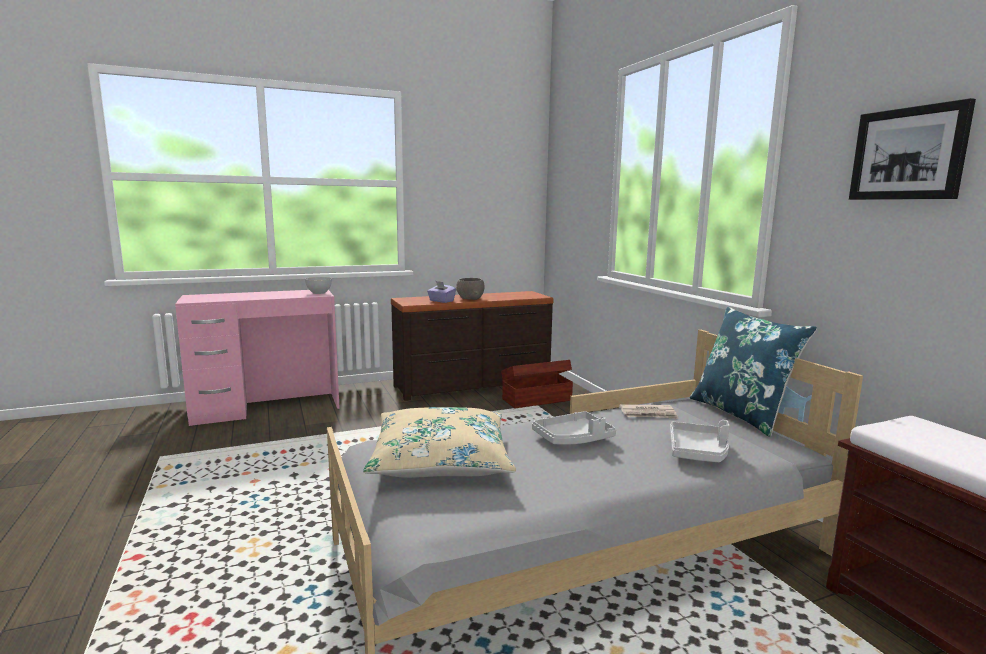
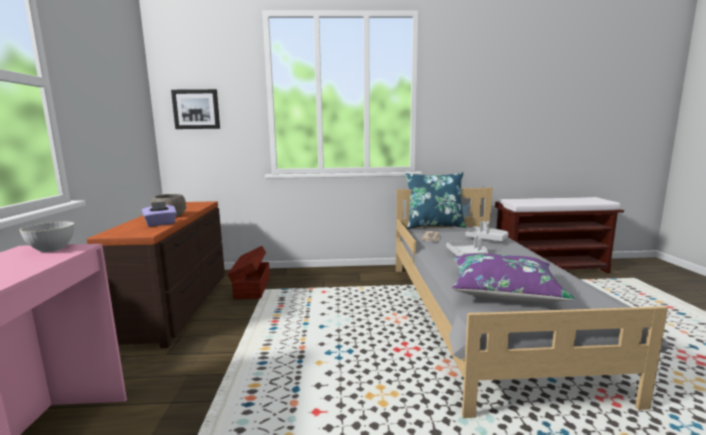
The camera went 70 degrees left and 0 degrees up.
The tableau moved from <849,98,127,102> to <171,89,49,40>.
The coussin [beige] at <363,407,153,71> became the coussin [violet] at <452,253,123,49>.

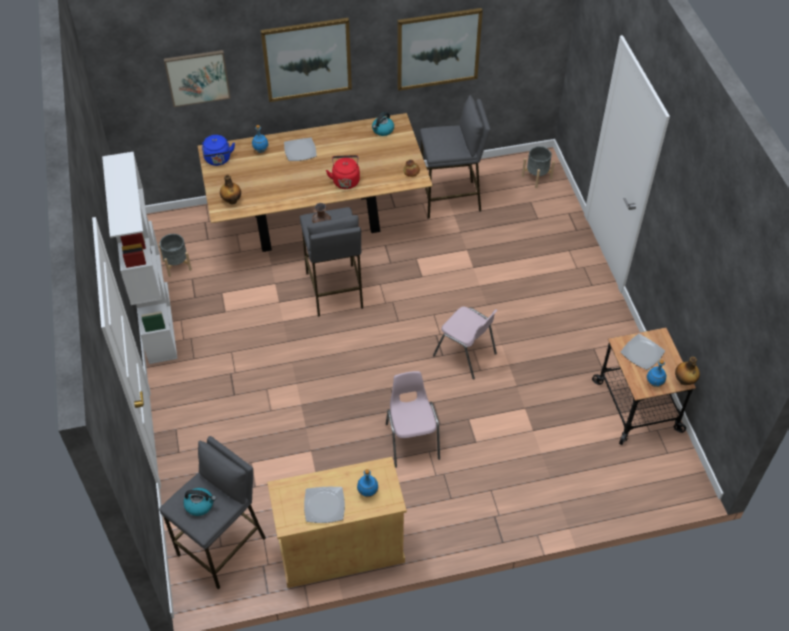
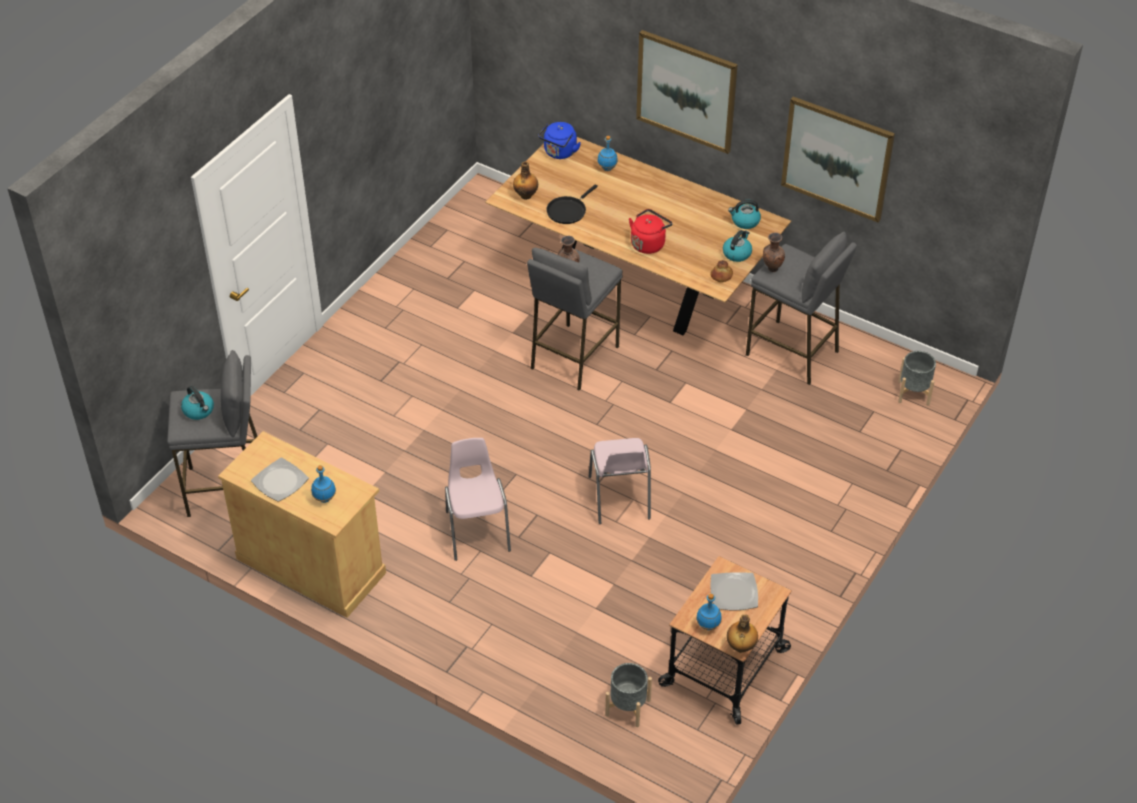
The camera went 45 degrees right and 5 degrees down.
The tableau at <164,50,67,57> disappeared.
The assiette at <284,138,33,23> disappeared.
The bibliothèque [blanc] at <102,152,76,212> disappeared.
The cache-pot [gris] moved from <159,234,33,43> to <605,663,47,64>.
The chaise [rose] at <386,371,54,97> turned 45 degrees counterclockwise.
The poêle [noir] at <546,184,52,40> appeared.
The bouilloire at <723,230,29,32> appeared.
The vase [marron] at <763,232,22,40> appeared.

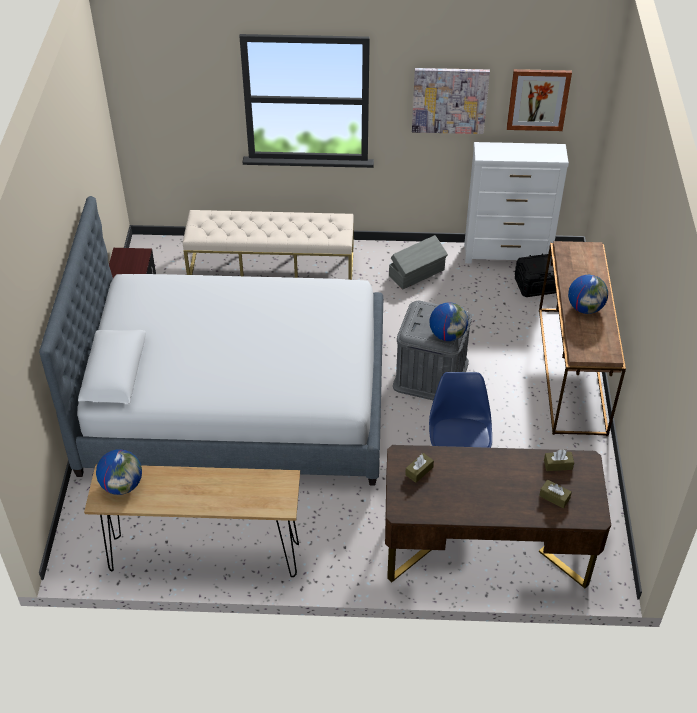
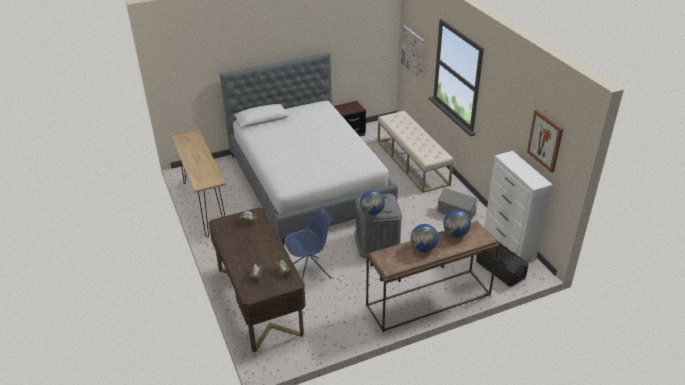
The camera went 65 degrees right and 10 degrees down.
The tableau moved from <412,68,78,66> to <401,25,23,54>.
The globe moved from <96,449,46,46> to <443,210,28,27>.

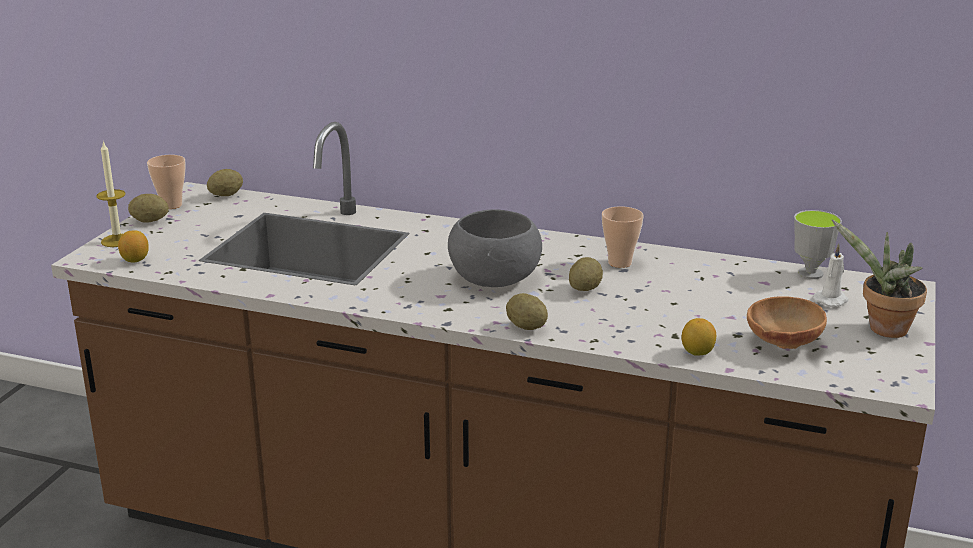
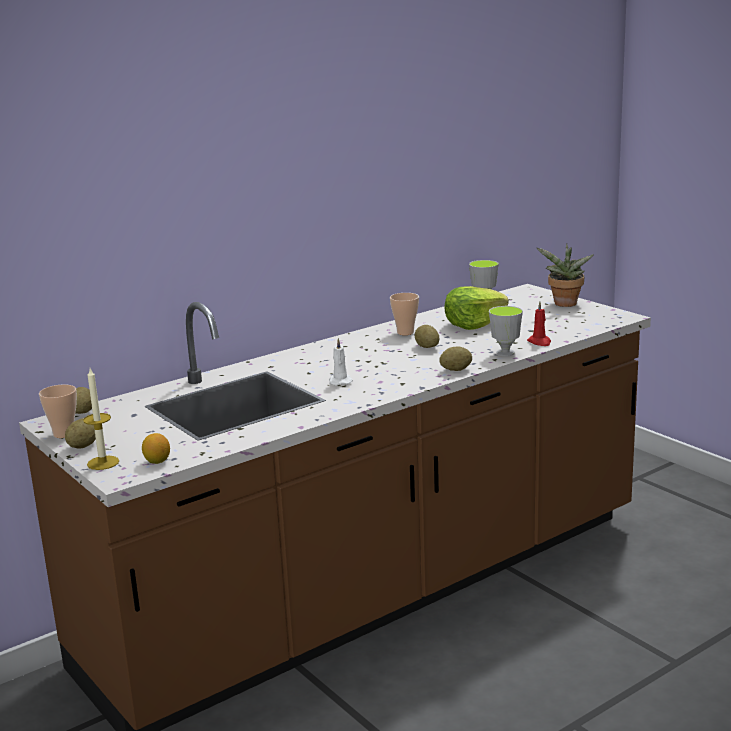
The camera went 55 degrees left and 5 degrees down.
The bol [gris] at <448,209,94,78> disappeared.
The bougie [blanc] moved from <813,244,35,63> to <329,338,24,48>.
The bol [marron] at <747,296,80,53> disappeared.
The citron at <682,318,34,38> was replaced by the bougie [rouge] at <527,302,24,44>.
The laitue at <444,286,65,44> appeared.
The tasse at <489,306,34,50> appeared.

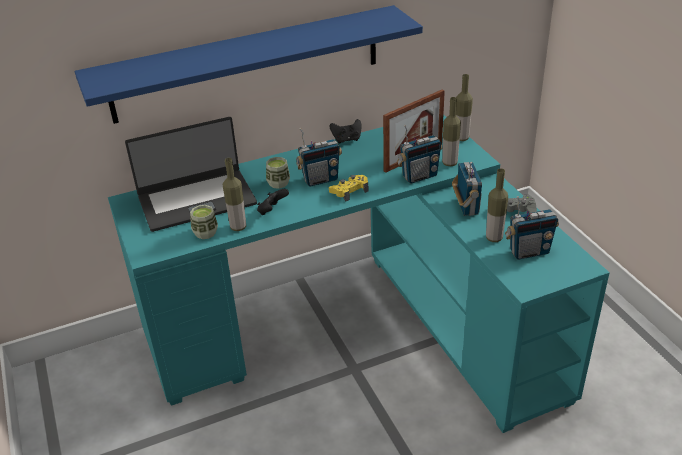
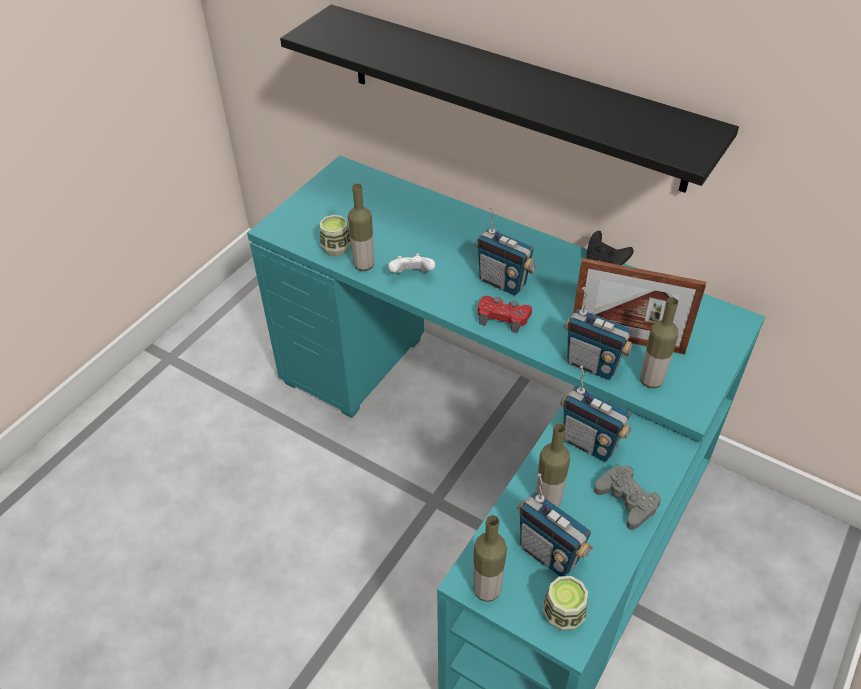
The camera went 55 degrees right and 10 degrees up.
The étagère [bleu] at <74,5,349,119> became the étagère [noir] at <280,4,459,189>.
The bouteille moved from <456,74,17,67> to <473,515,34,87>.
The ordinateur portable at <125,117,132,115> disappeared.
The tasse moved from <266,157,24,32> to <542,576,46,54>.
The radio at <452,162,30,54> turned 75 degrees clockwise.
The manette [jaune] at <329,175,40,26> became the manette [rouge] at <478,296,54,37>.
The manette [noir] at <257,189,32,26> became the manette [blanc] at <388,254,47,19>.

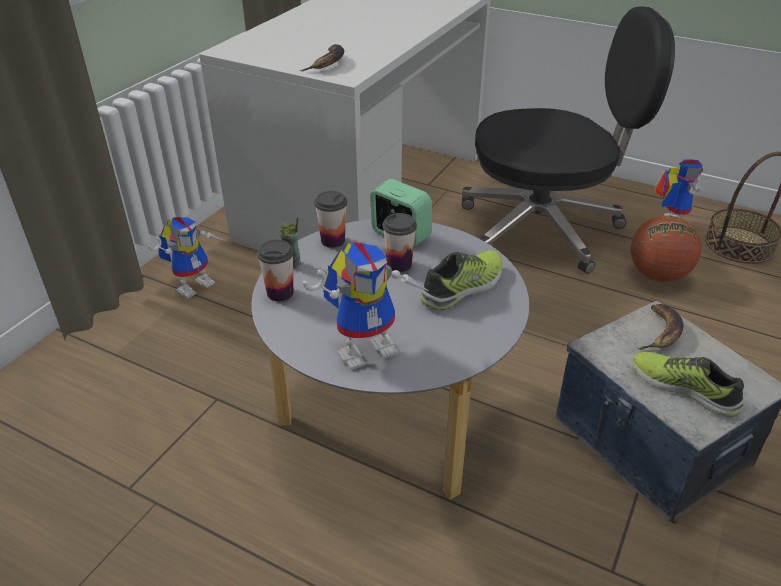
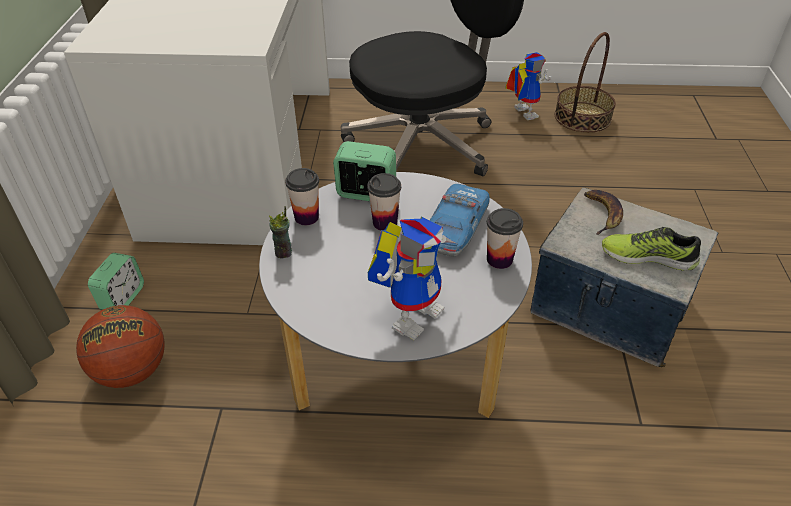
The camera went 25 degrees left and 5 degrees up.
The banane at <300,44,45,28> disappeared.
The ballon de basket moved from <630,215,71,67> to <76,305,89,83>.
The robot jouet at <148,216,76,82> was replaced by the réveil at <88,253,56,57>.
The tasse moved from <257,239,37,62> to <487,208,36,61>.
The chaussure at <421,250,81,60> was replaced by the petite voiture at <430,184,60,72>.

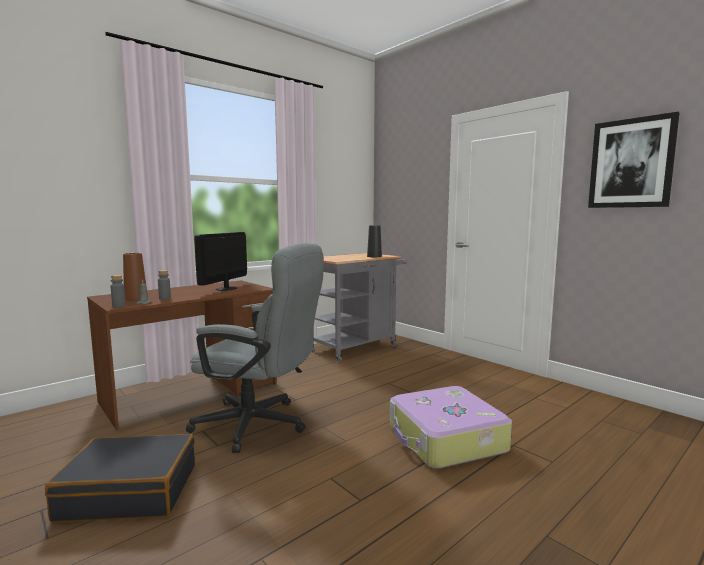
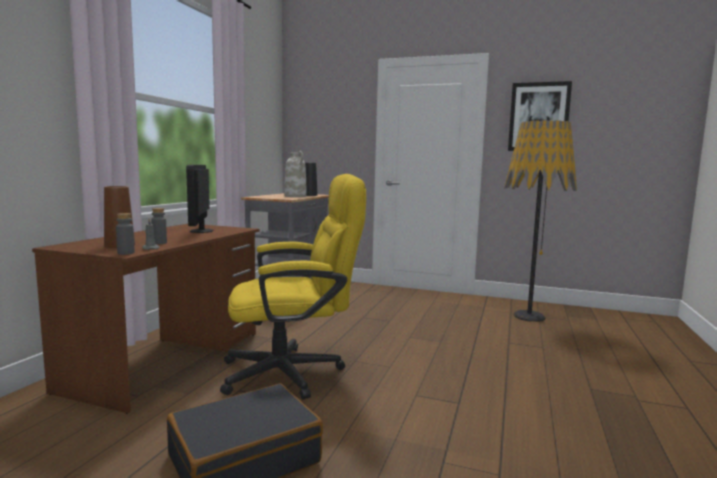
The camera went 30 degrees left and 0 degrees up.
The chaise de bureau [gris] at <186,243,137,210> became the chaise de bureau [jaune] at <220,174,146,226>.
The valise at <390,386,122,83> disappeared.
The lampadaire at <504,120,73,202> appeared.
The vase [blanc] at <284,151,22,46> appeared.

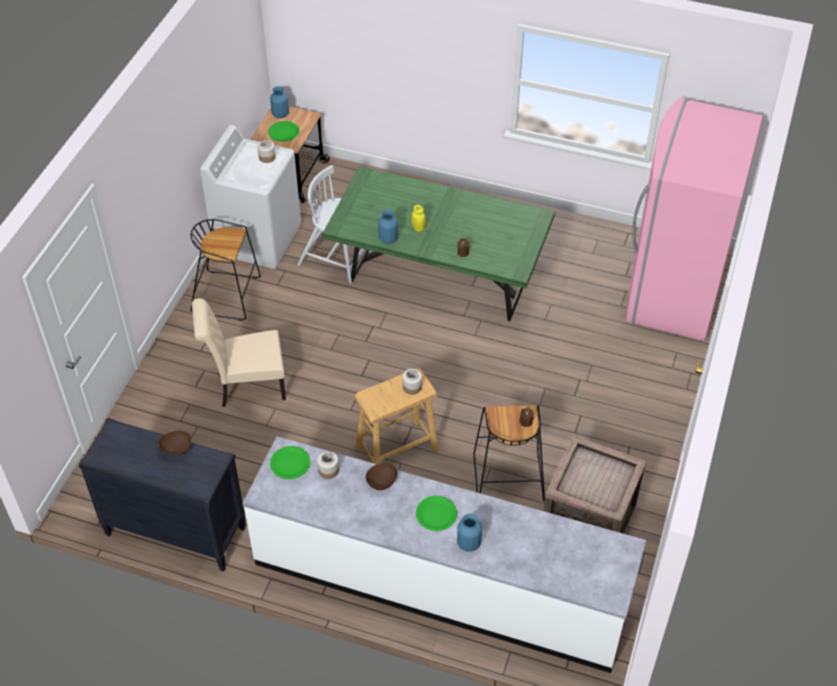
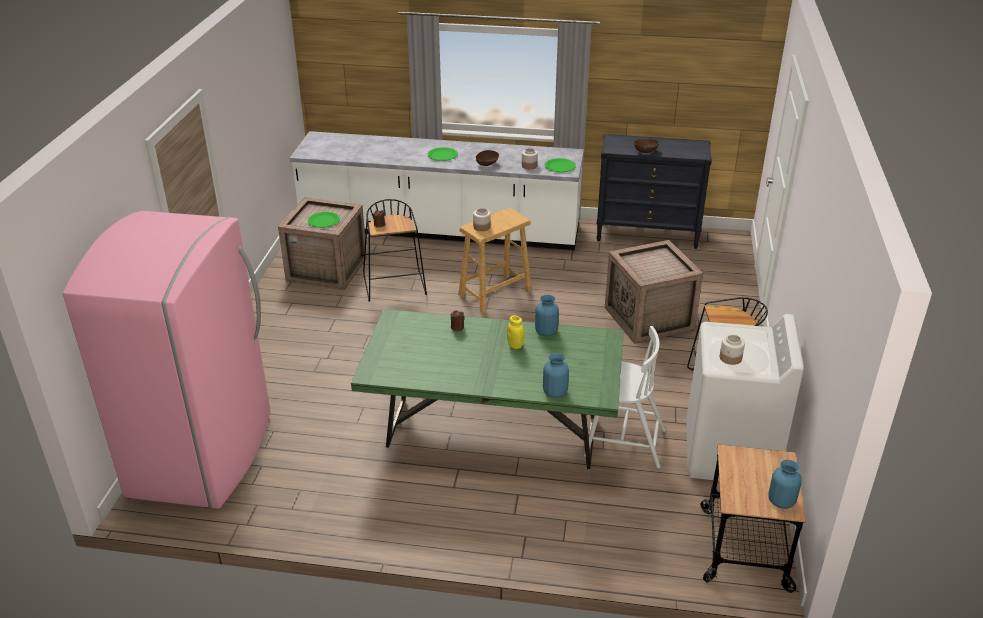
The camera went 170 degrees right and 15 degrees down.
The assiette [vert] moved from <268,121,31,21> to <308,212,32,16>.
The chaise [beige] at <192,298,94,109> was replaced by the caisse at <605,240,98,104>.
The vase [bleu] moved from <457,513,25,39> to <543,353,26,45>.

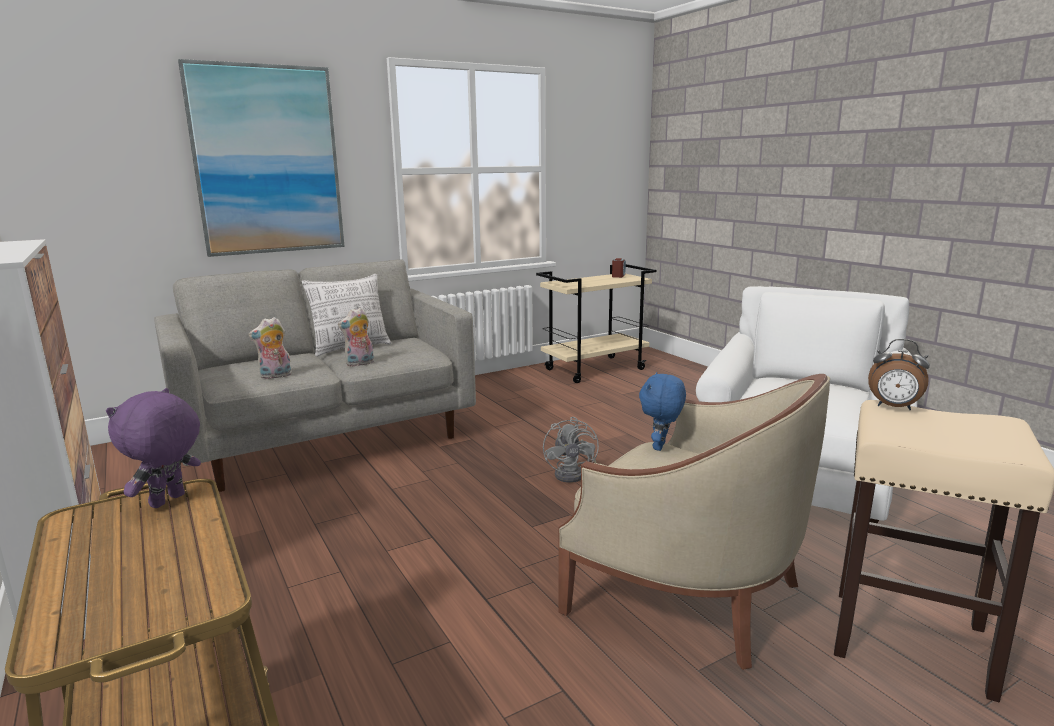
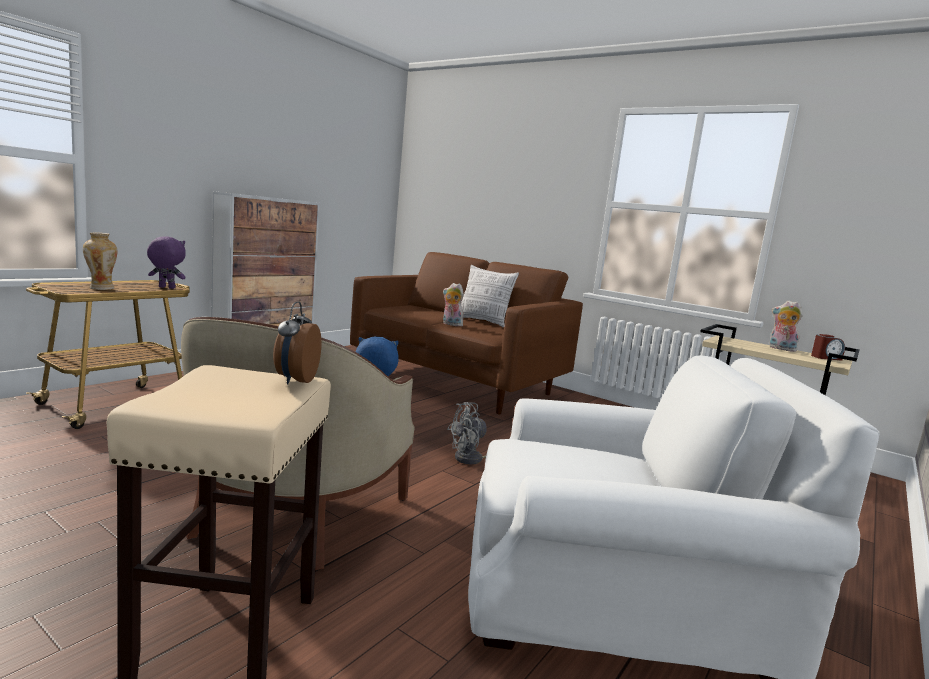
The camera went 65 degrees right and 5 degrees down.
The tableau at <178,59,167,198> disappeared.
The canapé [gris] at <154,259,322,233> became the canapé [marron] at <350,252,233,162>.
The peluche moved from <248,317,44,62> to <769,301,34,51>.
The vase at <83,233,34,57> appeared.

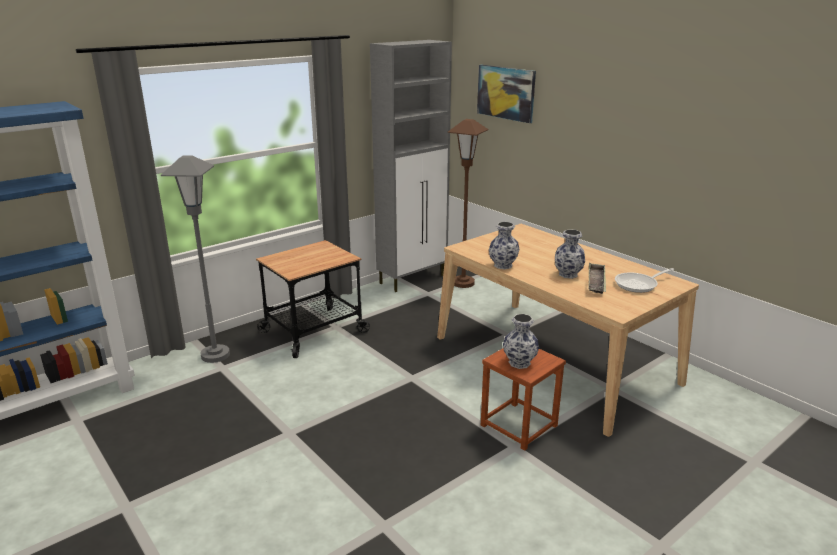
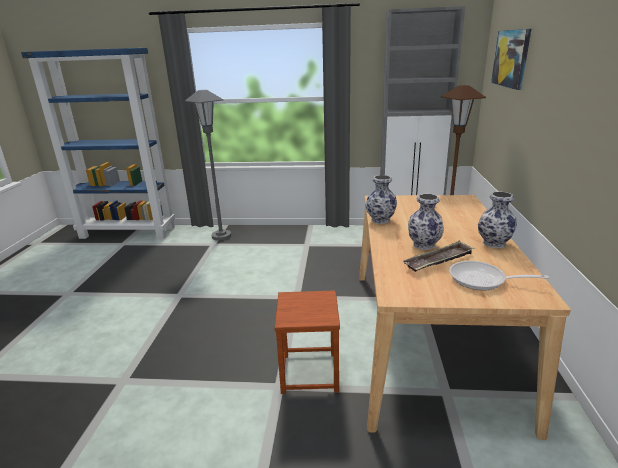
The camera went 45 degrees right and 0 degrees up.
The chariot at <256,240,114,118> disappeared.
The vase moved from <503,314,36,55> to <478,191,39,57>.

